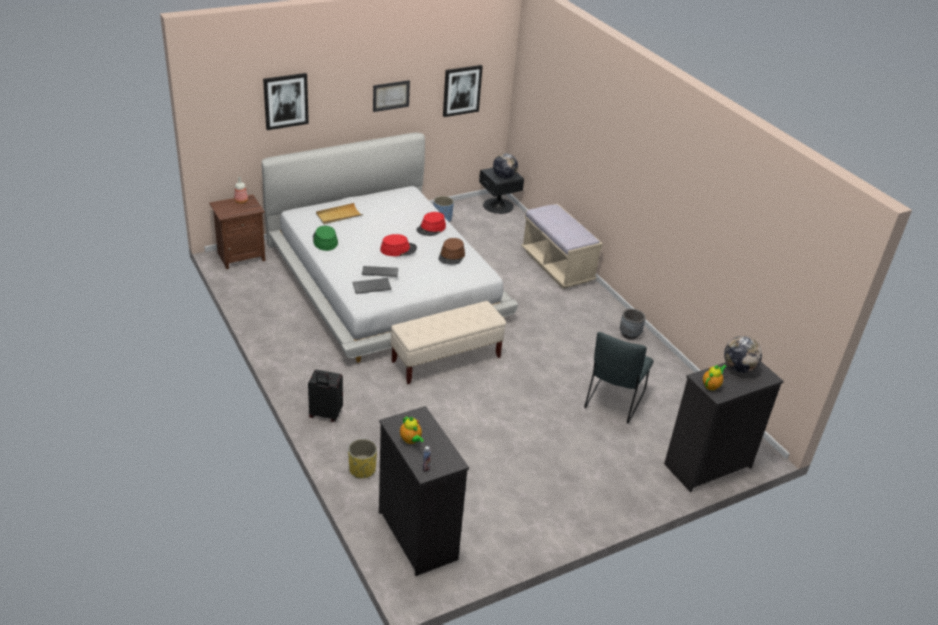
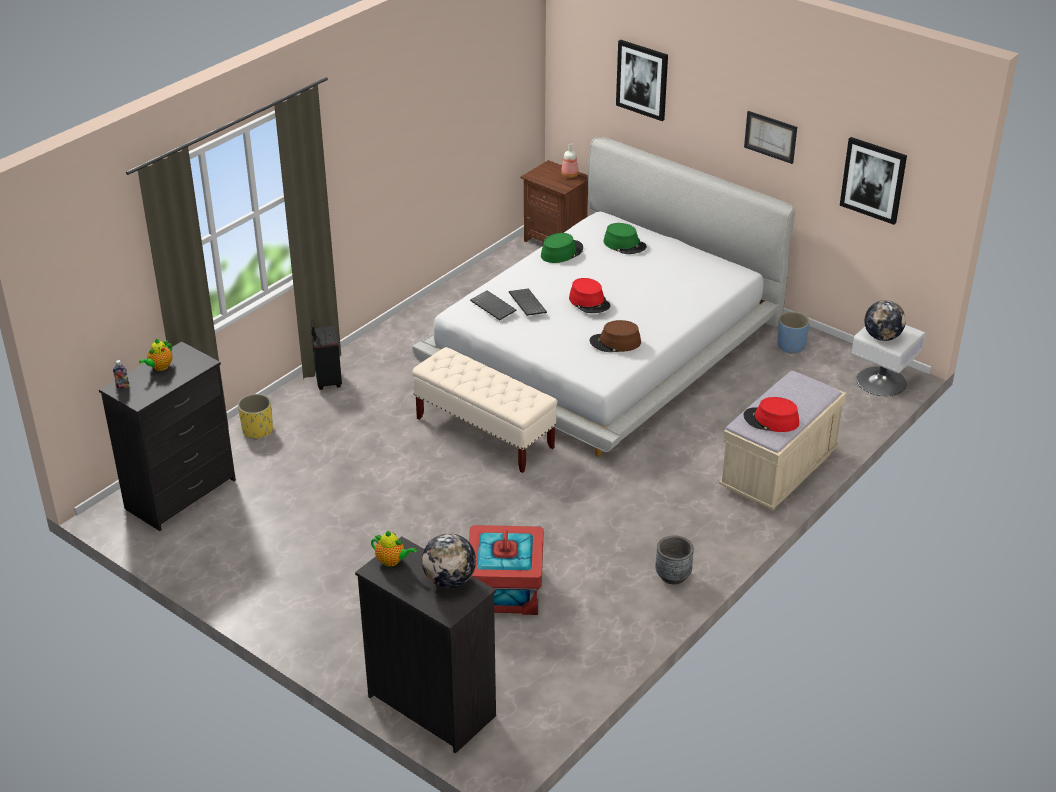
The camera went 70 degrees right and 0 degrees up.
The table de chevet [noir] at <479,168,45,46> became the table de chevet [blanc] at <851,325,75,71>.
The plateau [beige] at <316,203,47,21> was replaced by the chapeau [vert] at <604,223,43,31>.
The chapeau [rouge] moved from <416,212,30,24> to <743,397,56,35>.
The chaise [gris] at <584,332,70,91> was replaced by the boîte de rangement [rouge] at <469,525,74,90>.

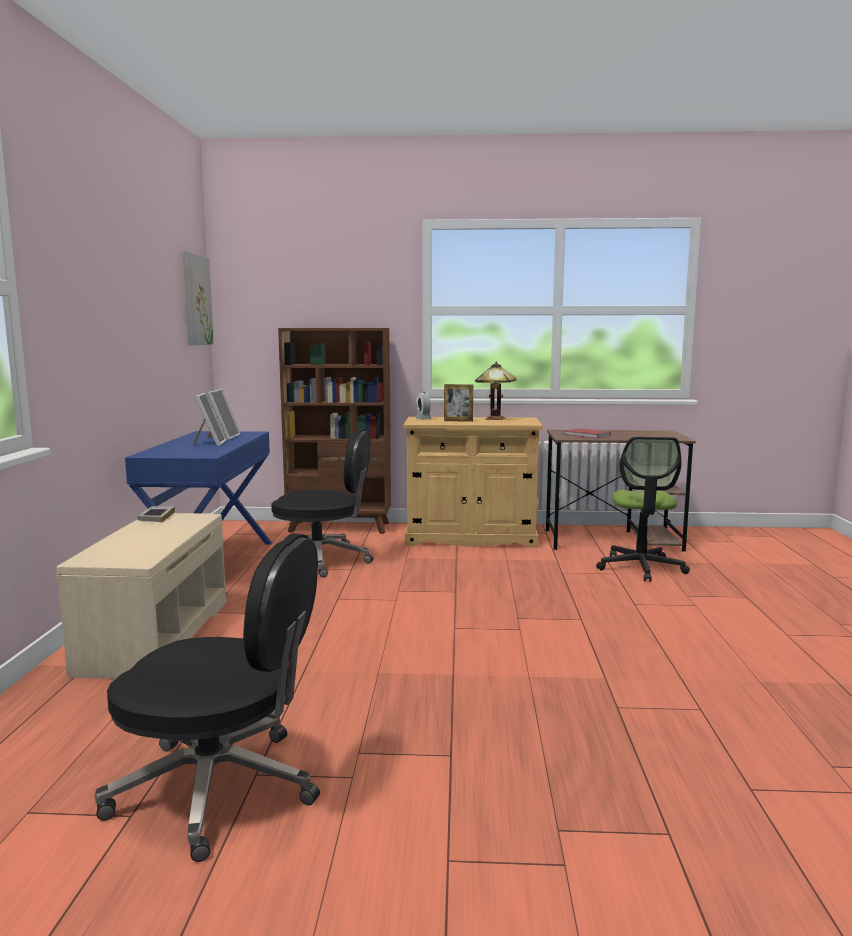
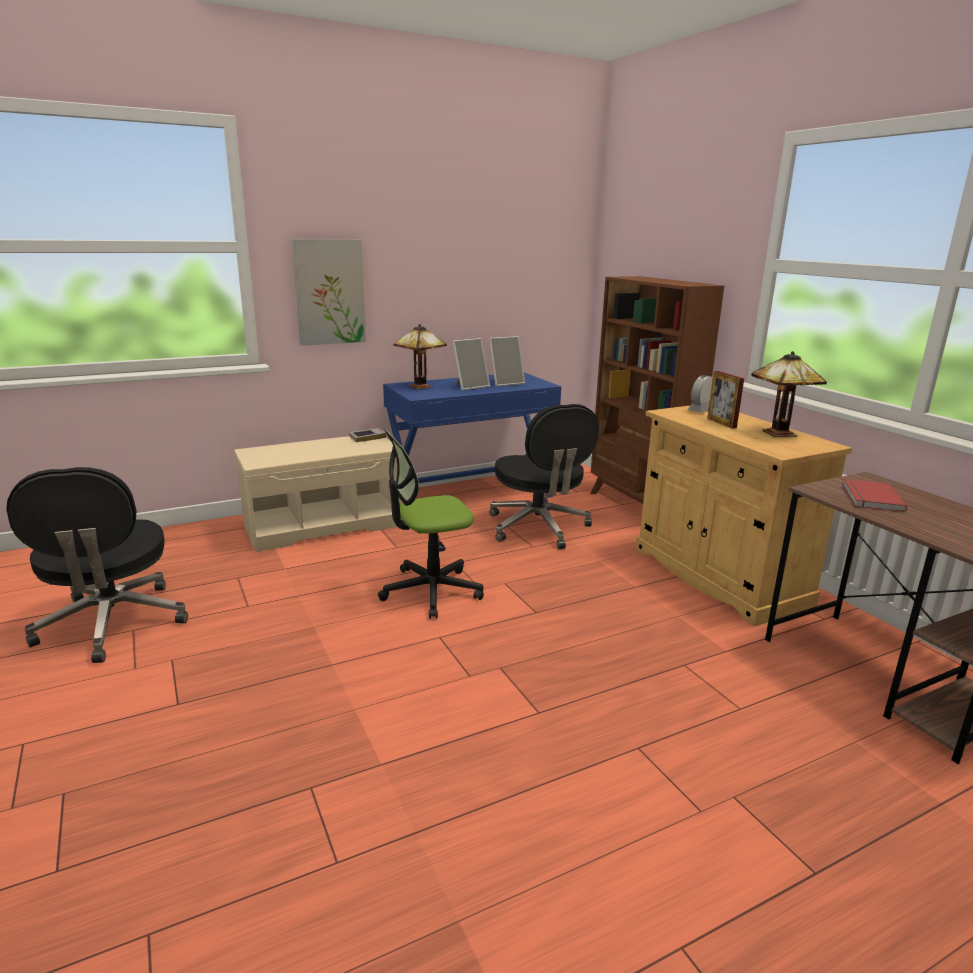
The camera went 60 degrees right and 10 degrees up.
The tableau moved from <183,252,31,94> to <292,239,74,106>.
The chaise de bureau moved from <596,437,94,145> to <378,429,106,190>.
The lampe de table at <394,324,53,66> appeared.

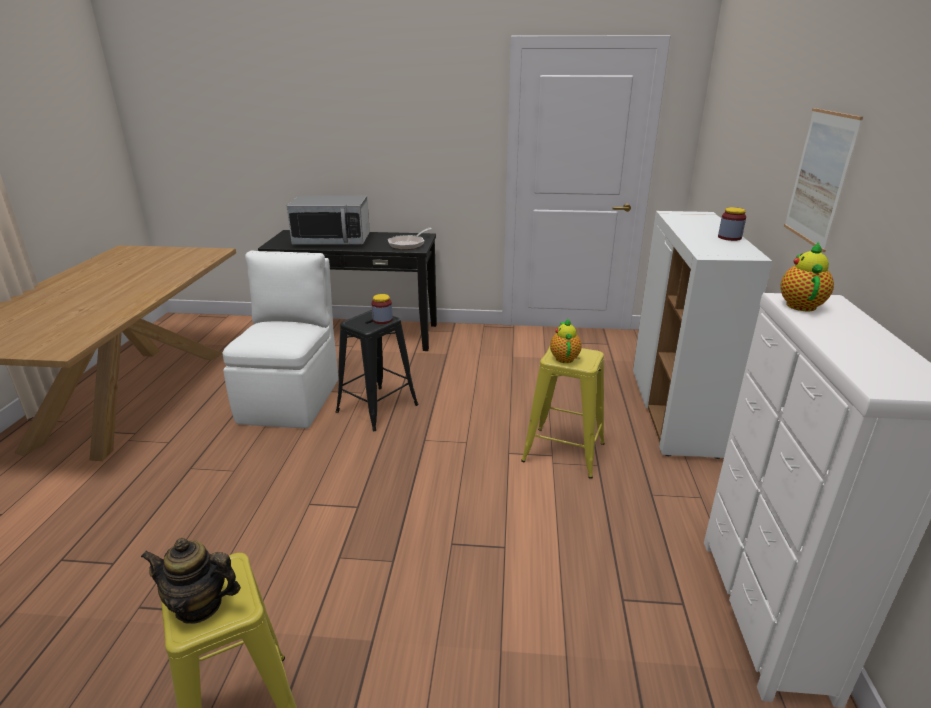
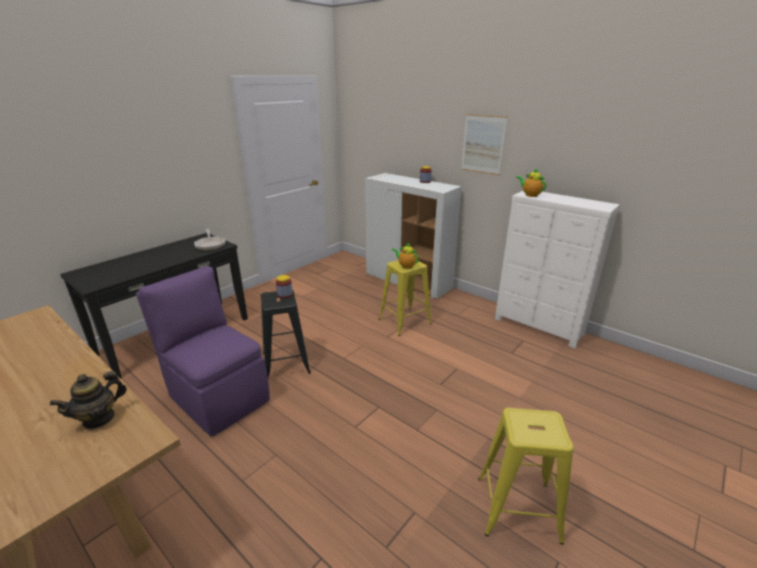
The camera went 55 degrees left and 0 degrees up.
The micro-ondes at <287,195,83,50> disappeared.
The chaise [blanc] at <222,251,116,177> became the chaise [violet] at <136,266,134,171>.
The théière moved from <141,538,100,86> to <50,371,77,59>.

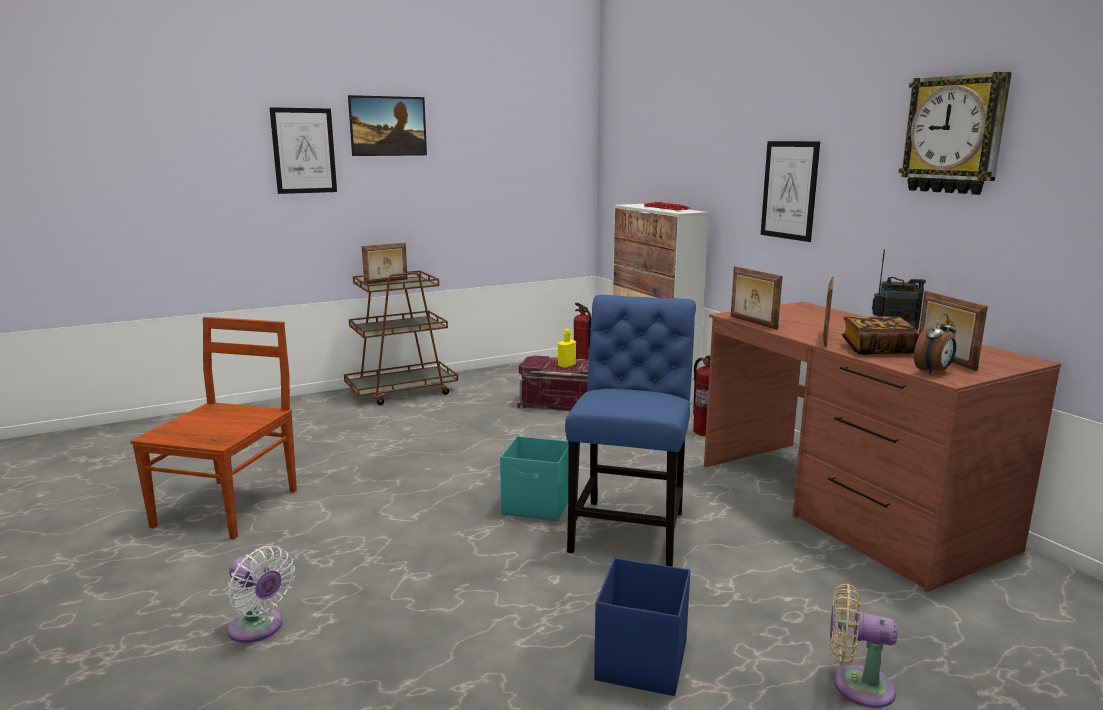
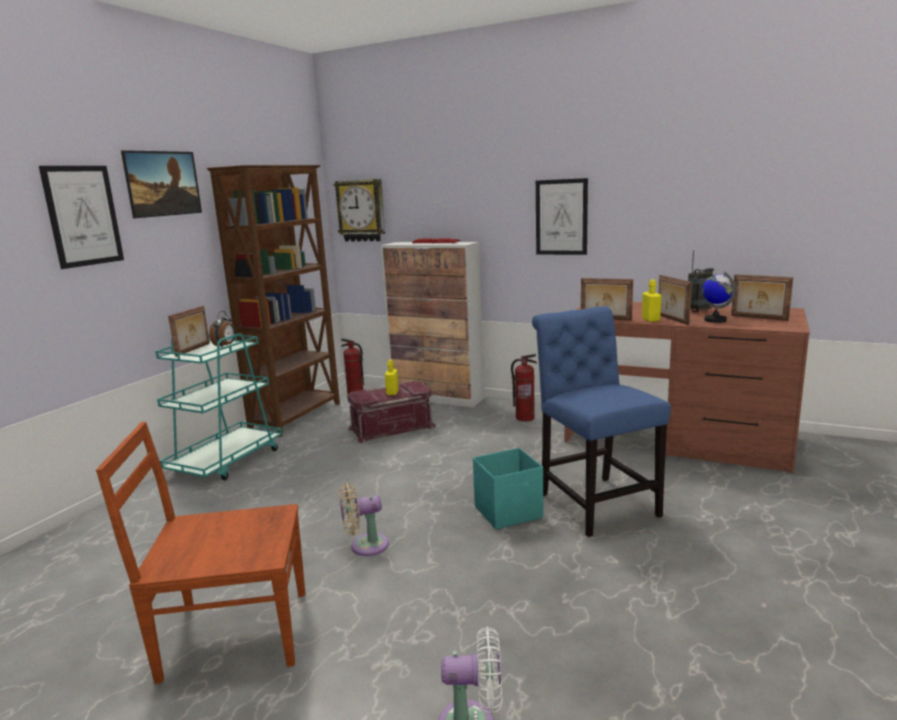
The camera went 35 degrees left and 0 degrees up.
The horloge murale moved from <899,72,113,123> to <334,179,51,62>.
The chariot [marron] at <344,271,114,134> became the chariot [turquoise] at <156,333,126,147>.
The réveil moved from <914,314,42,60> to <209,311,26,36>.
The livre at <842,316,77,39> was replaced by the globe at <702,272,34,51>.
The chaise [marron] at <131,317,166,222> turned 75 degrees counterclockwise.
The boîte de rangement [bleu] at <594,558,96,138> disappeared.
The ventilateur [beige] moved from <830,583,67,125> to <339,483,50,73>.
The bibliothèque [marron] at <206,165,134,272> appeared.
The bouteille [jaune] at <642,280,19,42> appeared.

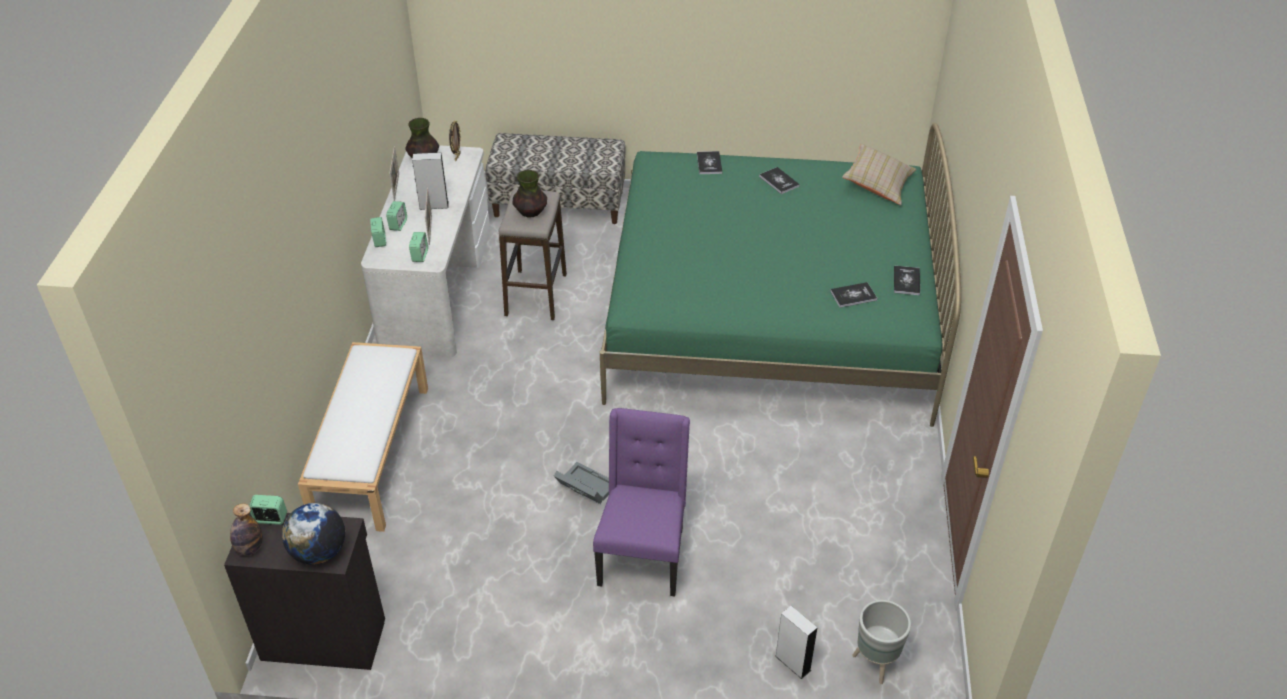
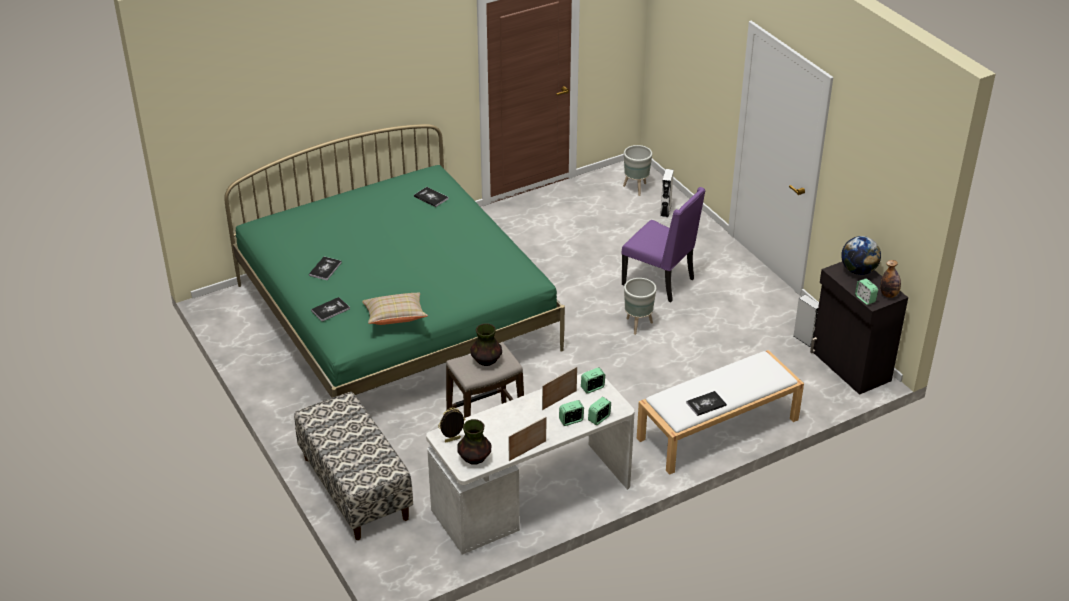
The camera went 125 degrees left and 5 degrees down.
The coussin [beige] moved from <842,143,74,62> to <362,292,66,33>.
The enceinte [gris] moved from <412,153,37,57> to <793,295,26,53>.
The livre moved from <894,266,26,29> to <686,391,41,25>.
The chaise [violet] at <593,408,97,189> turned 120 degrees counterclockwise.
The boîte de rangement [gris] at <554,462,55,42> was replaced by the cache-pot [gris] at <624,278,32,57>.

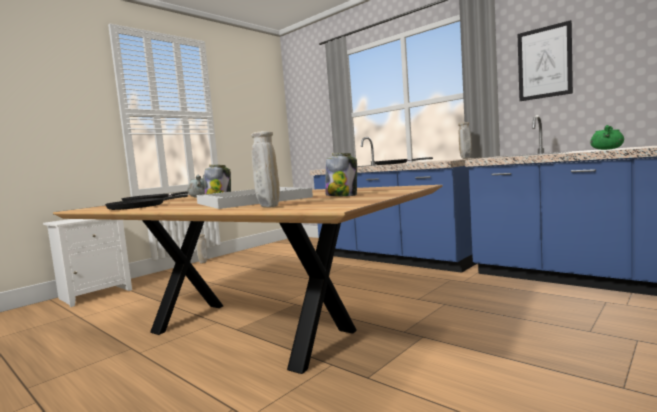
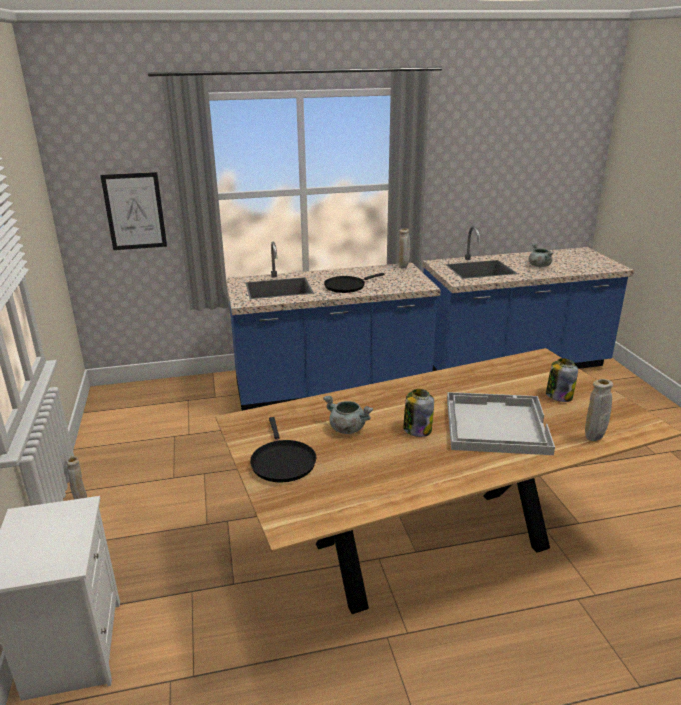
The camera went 55 degrees left and 20 degrees up.
The tableau moved from <518,20,55,81> to <100,172,67,78>.
The marmite [vert] at <590,125,34,25> became the marmite [gris] at <529,243,25,24>.
The poêle [noir] at <105,194,83,16> disappeared.

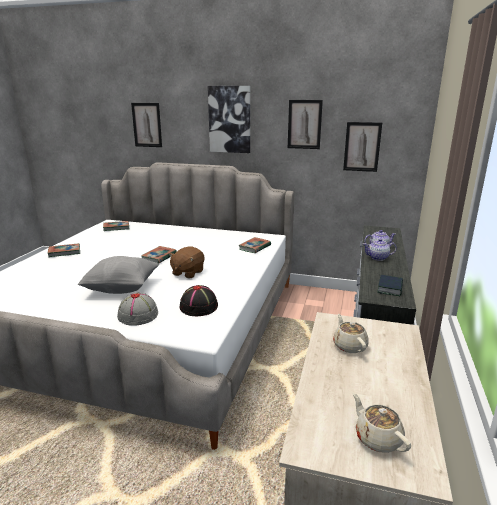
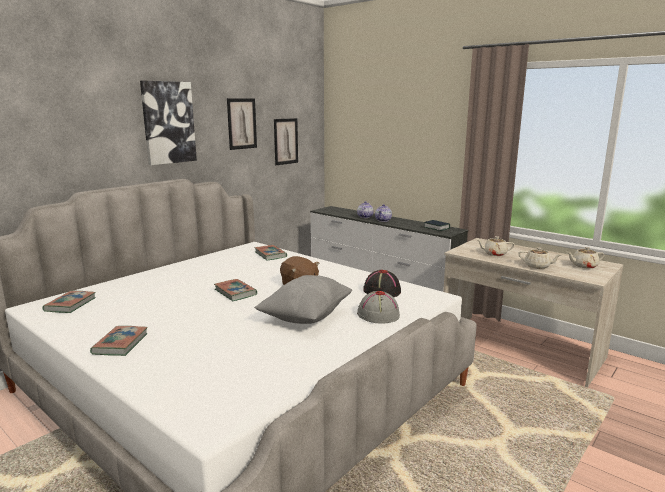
The camera went 65 degrees left and 5 degrees down.
The tableau at <131,103,31,44> disappeared.
The théière [beige] at <518,247,44,22> appeared.

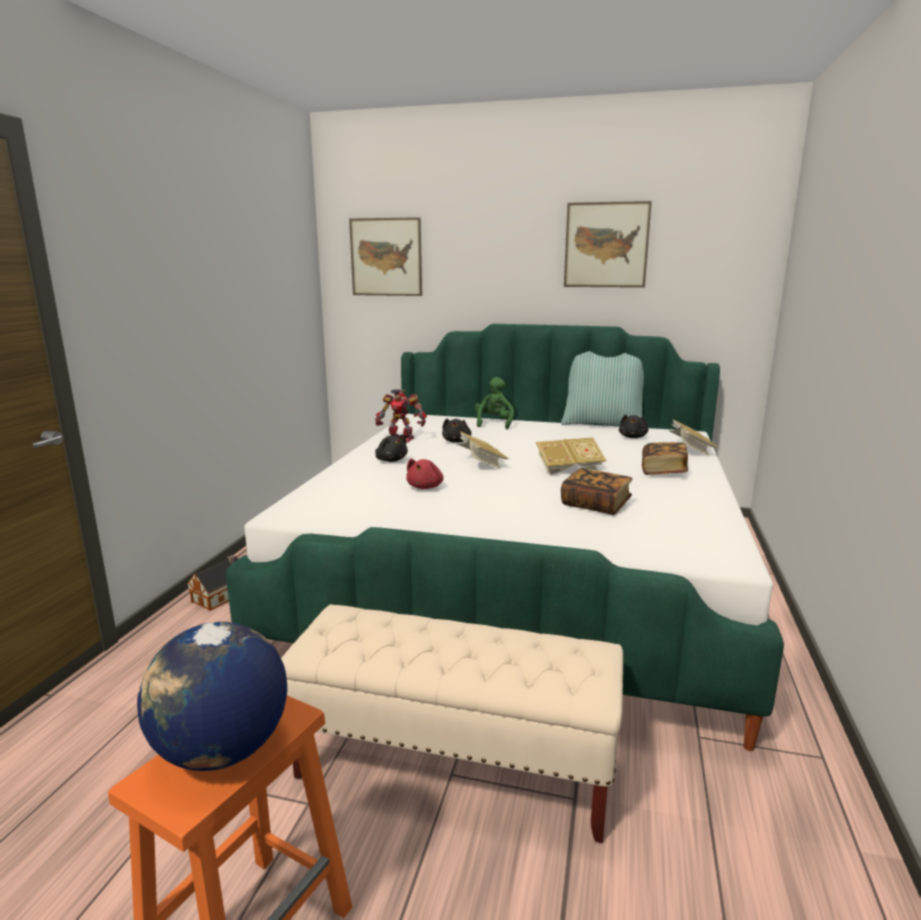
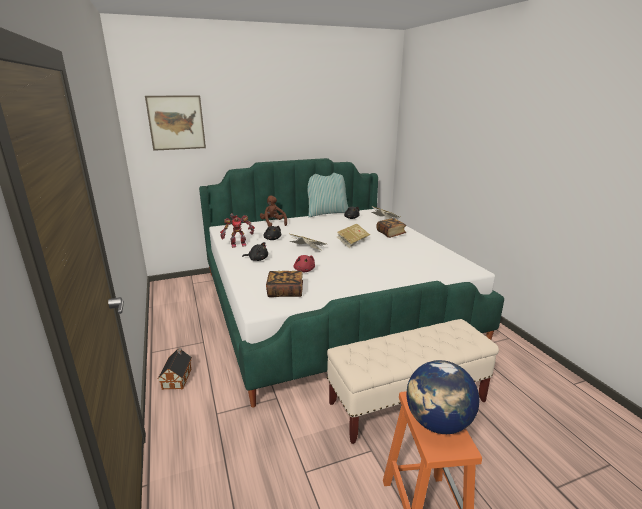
The camera went 35 degrees left and 5 degrees up.
The tableau at <564,201,88,87> disappeared.
The peluche [vert] at <475,377,39,52> became the peluche [marron] at <260,195,27,32>.
The livre moved from <561,468,71,47> to <266,271,37,26>.

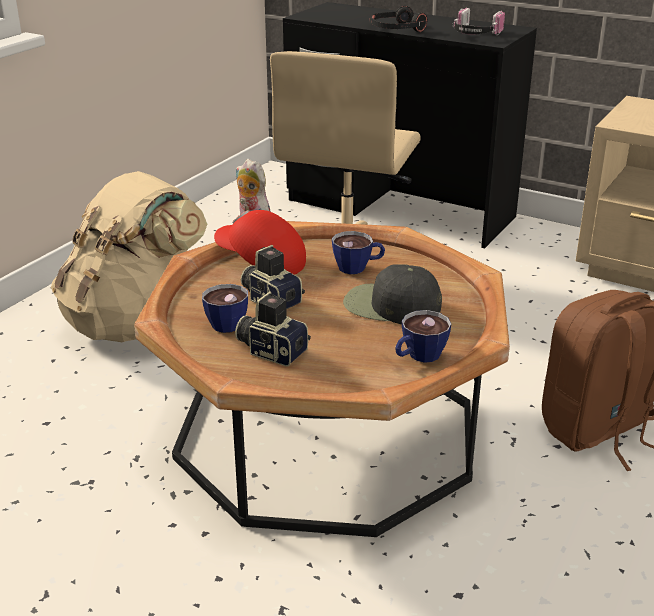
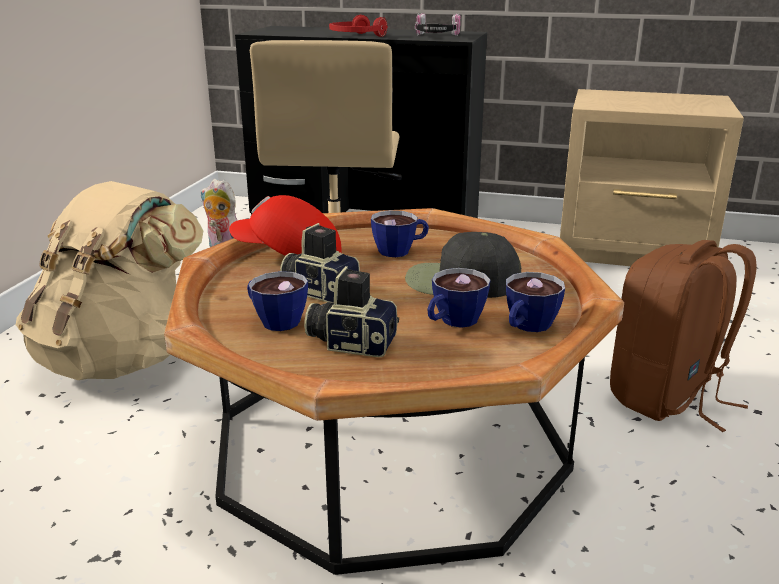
The camera went 15 degrees left and 5 degrees down.
The casque audio [noir] at <370,5,57,27> became the casque audio [rouge] at <329,15,59,22>.
The tasse at <427,268,63,60> appeared.

